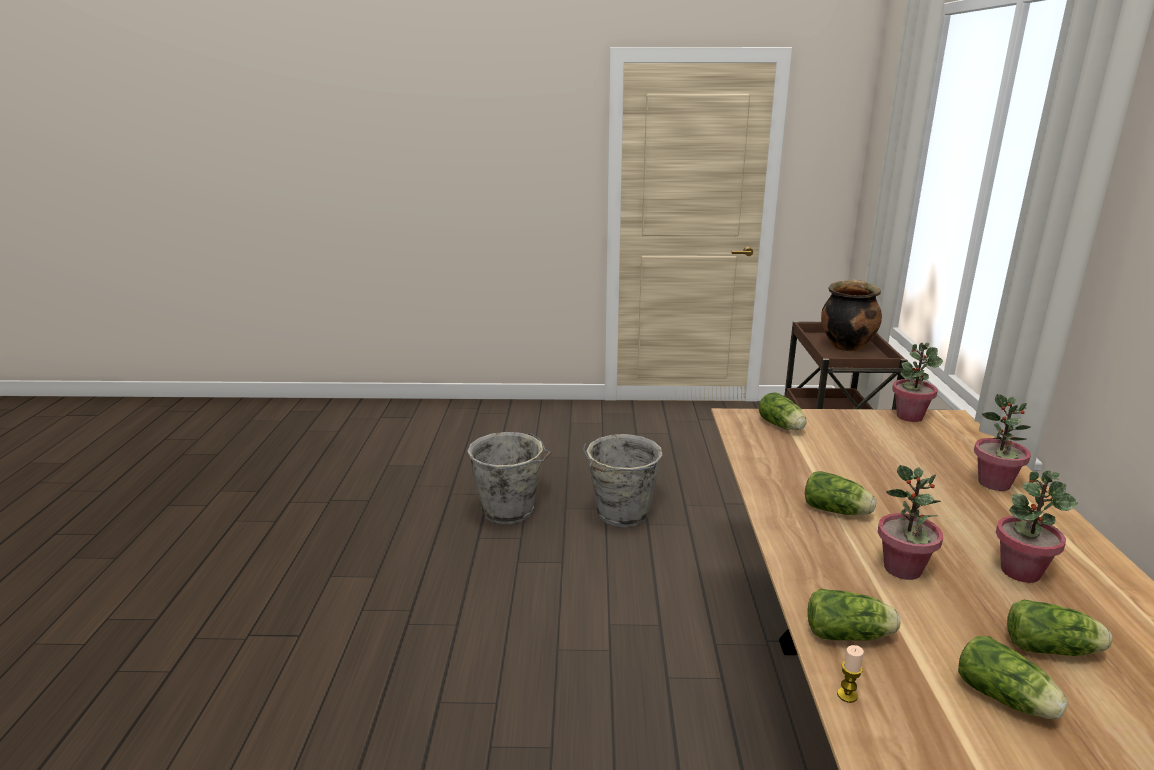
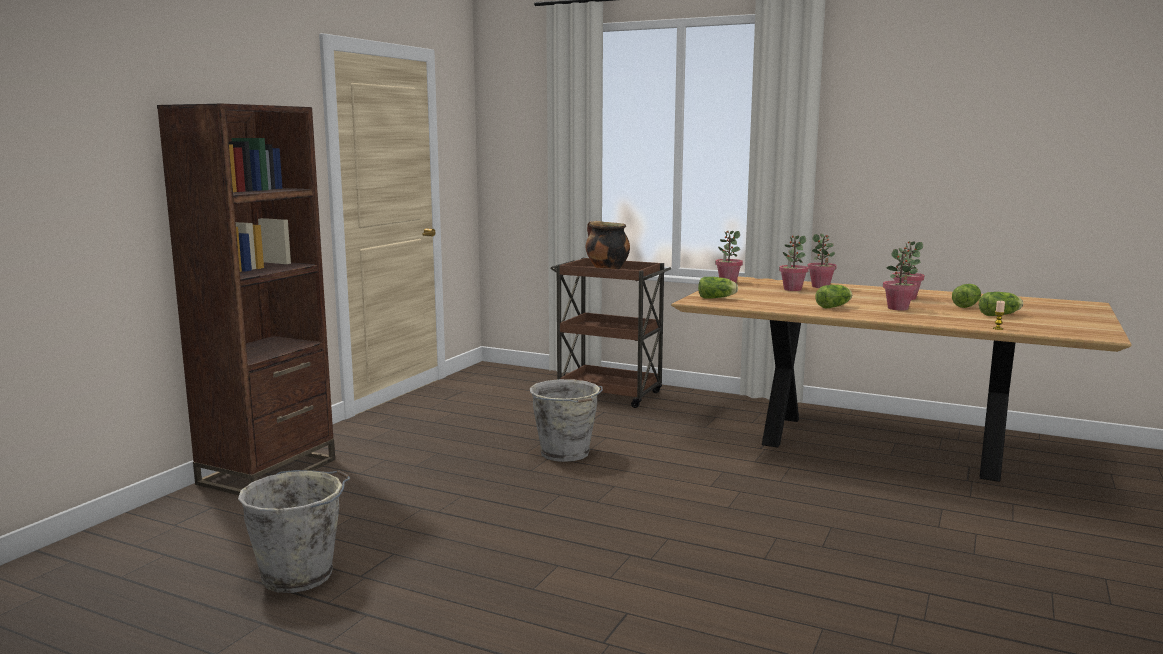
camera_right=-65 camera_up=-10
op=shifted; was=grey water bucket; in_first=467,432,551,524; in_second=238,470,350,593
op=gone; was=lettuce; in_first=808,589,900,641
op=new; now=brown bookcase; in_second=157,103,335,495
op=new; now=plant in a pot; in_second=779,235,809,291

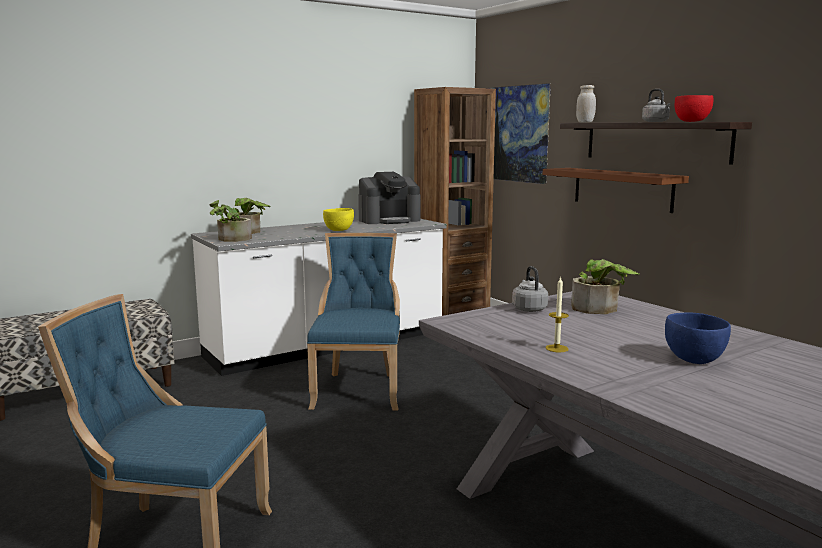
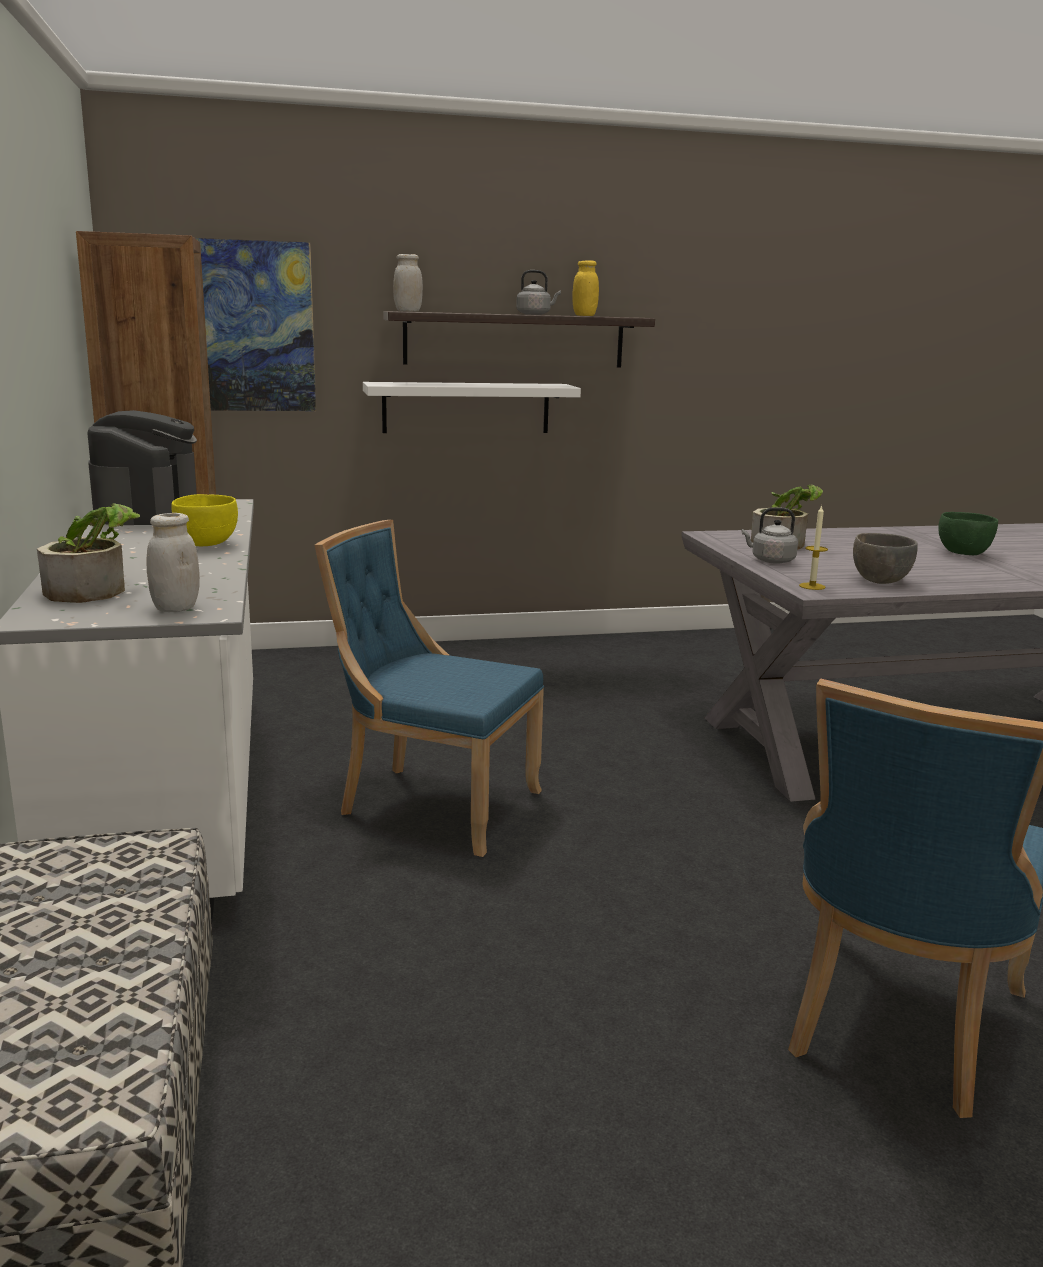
camera_right=-70 camera_up=5
op=swapped; was=plant in a pot; now=white preserve jar; in_first=209,200,252,242; in_second=146,513,200,612
op=repainted; was=brown wall shelf; now=white wall shelf; in_first=543,168,689,213; in_second=363,382,581,433
op=shifted; was=candle; in_first=545,276,569,352; in_second=799,505,828,590
op=repainted; was=blue-coloured bowl; now=green bowl; in_first=665,312,731,364; in_second=938,512,998,555
op=swapped; was=red bowl; now=yellow preserve jar; in_first=675,95,713,122; in_second=572,260,599,316
op=new; now=grey bowl; in_second=853,533,918,584

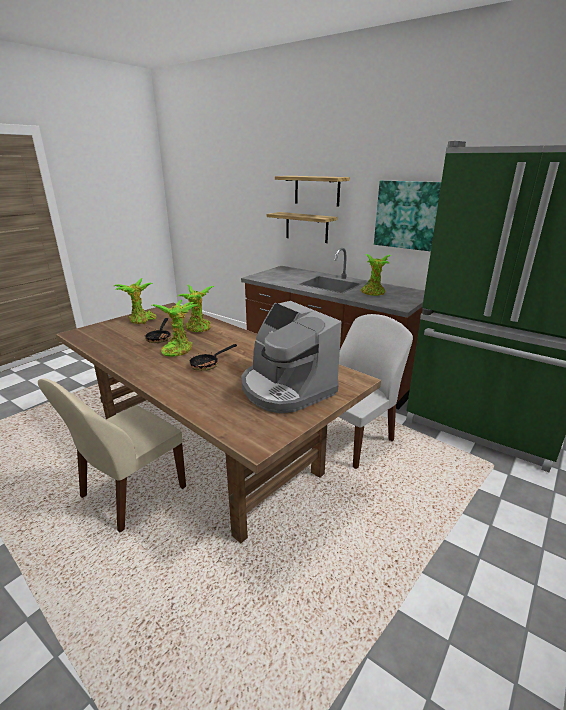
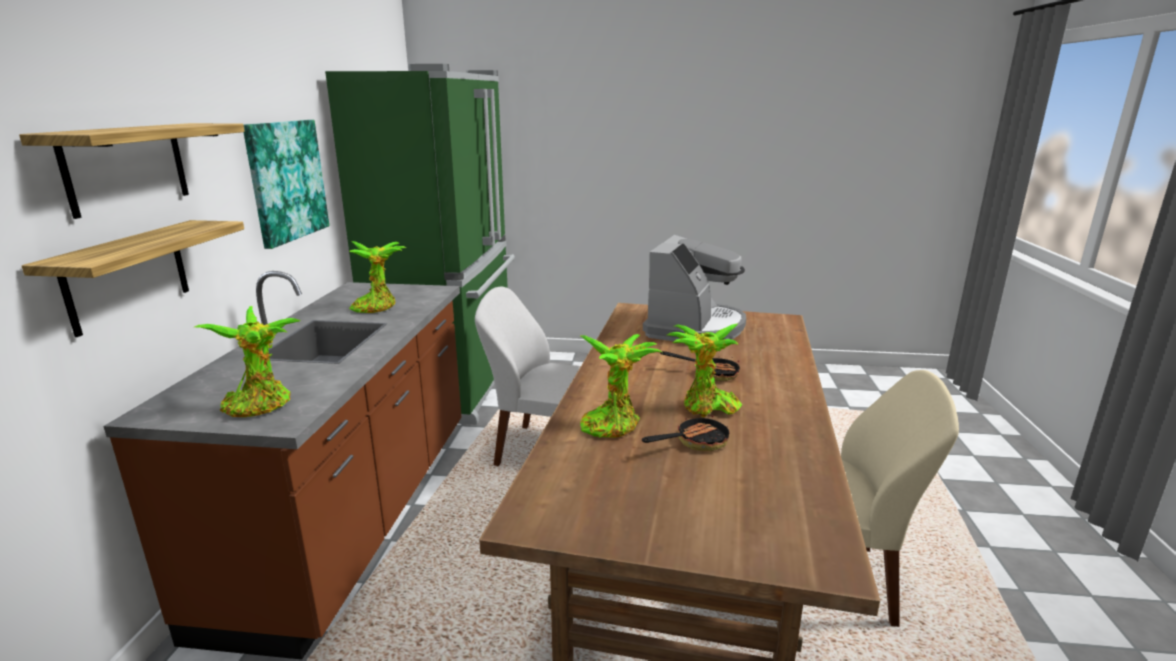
camera_right=-120 camera_up=-5
op=shifted; was=plant in a pot; in_first=114,278,157,324; in_second=195,306,301,417

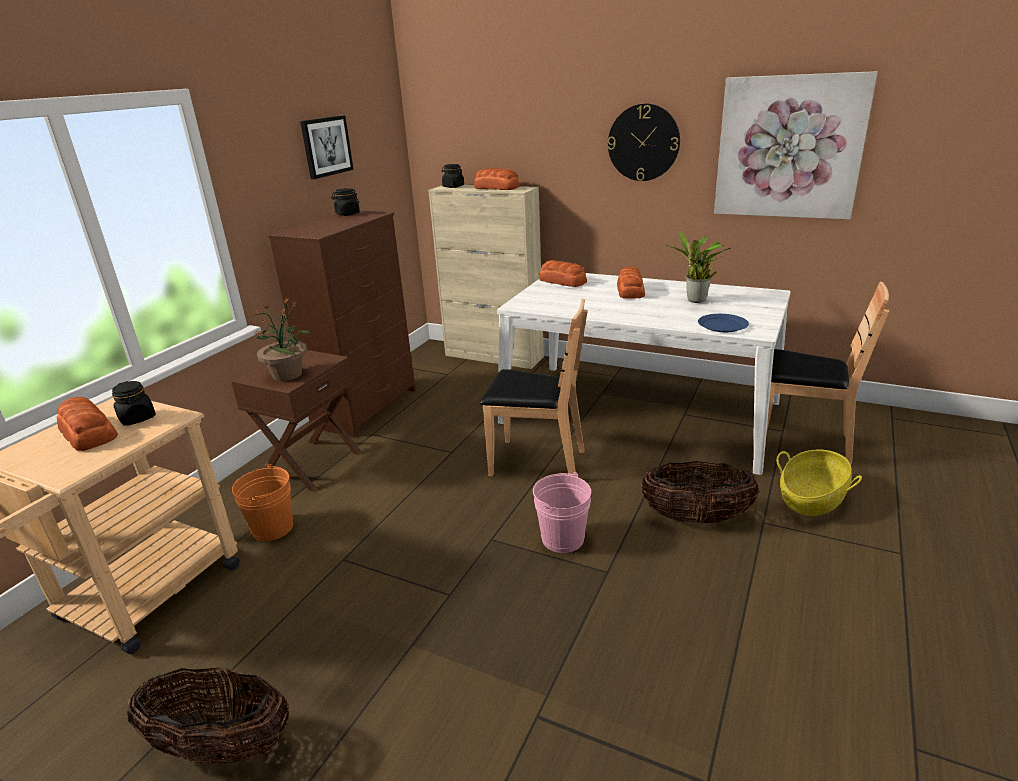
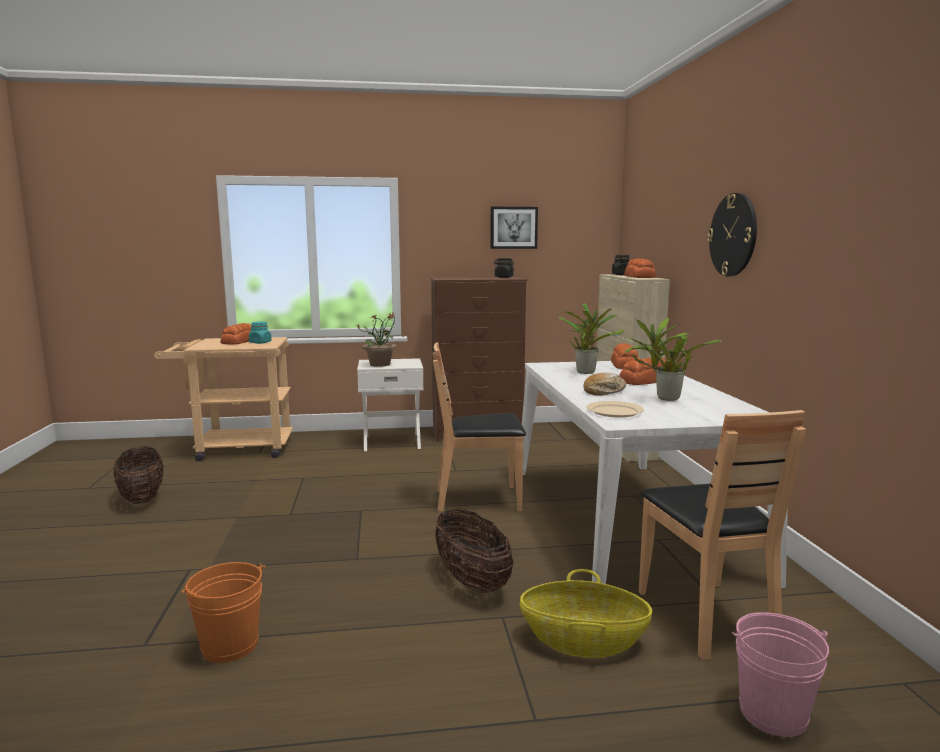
camera_right=55 camera_up=-15
op=repainted; was=blackish preserve jar; now=blue-green preserve jar; in_first=112,381,156,426; in_second=249,321,272,344
op=repainted; was=brown nightstand; now=white nightstand; in_first=231,350,362,492; in_second=357,358,424,451
op=shifted; was=orangey water bucket; in_first=232,464,293,541; in_second=182,562,266,663
op=rotated; was=brown chair; in_first=480,299,588,476; in_second=433,342,526,512; clockwise=105
op=shifted; was=pinkish water bucket; in_first=533,472,591,553; in_second=732,612,829,737
op=repainted; was=blue-coloured flat dish; now=sand-coloured flat dish; in_first=698,314,749,332; in_second=587,401,644,418
op=gone; was=wall picture; in_first=714,71,878,220
op=new; now=plant in a pot; in_second=559,303,625,374
op=new; now=bread; in_second=583,373,626,396

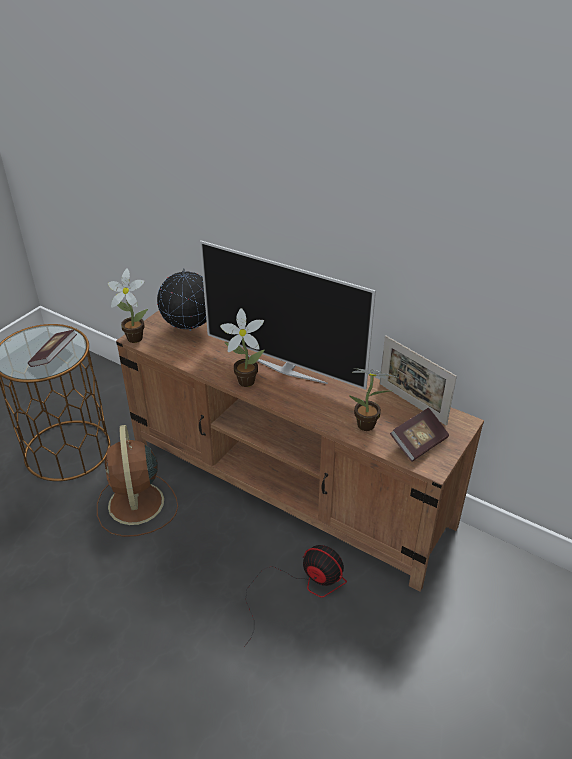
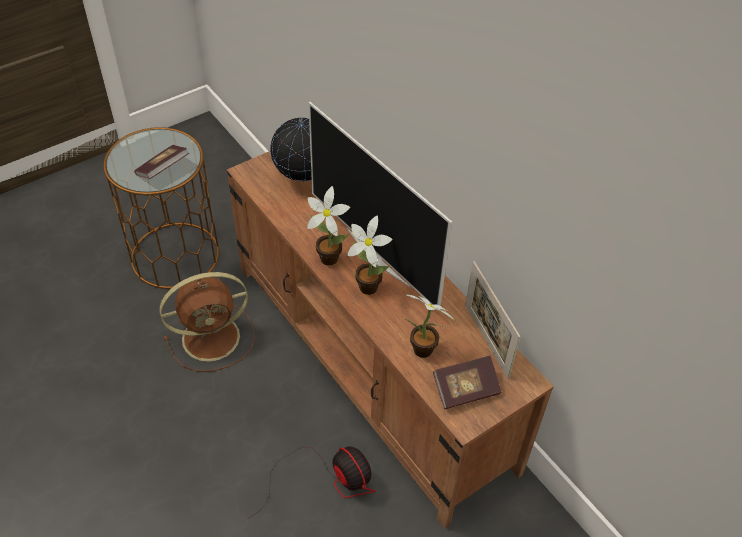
camera_right=20 camera_up=10
op=rotated; was=brown electric fan; in_first=97,425,178,537; in_second=160,272,255,371; clockwise=-120
op=shifted; was=plant in a pot; in_first=108,268,148,343; in_second=347,216,393,295

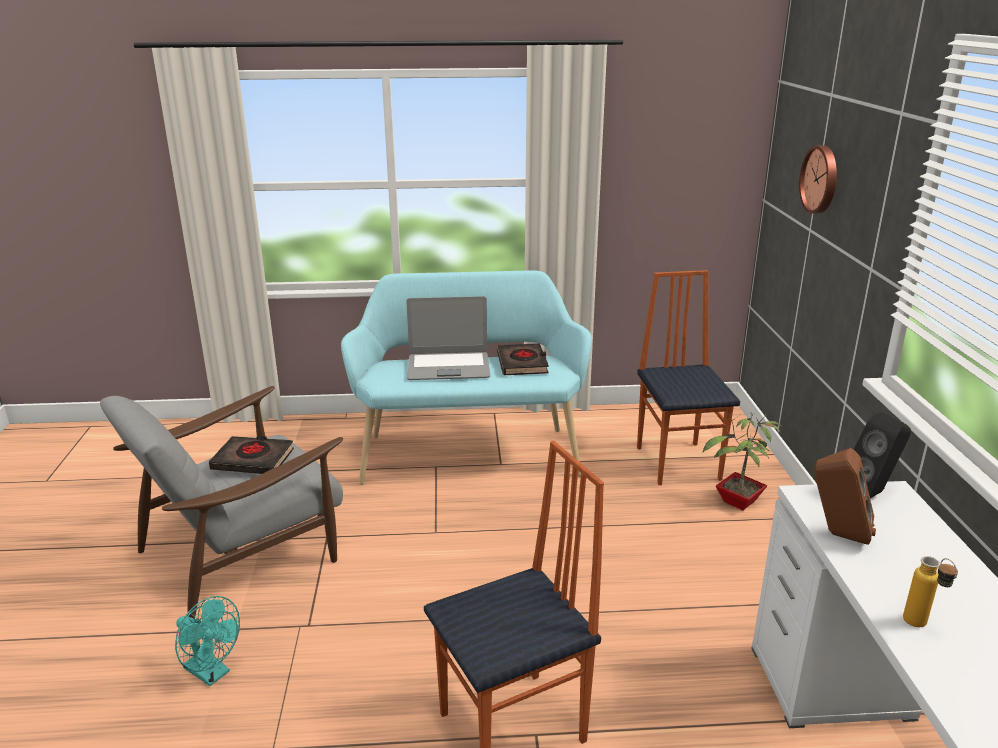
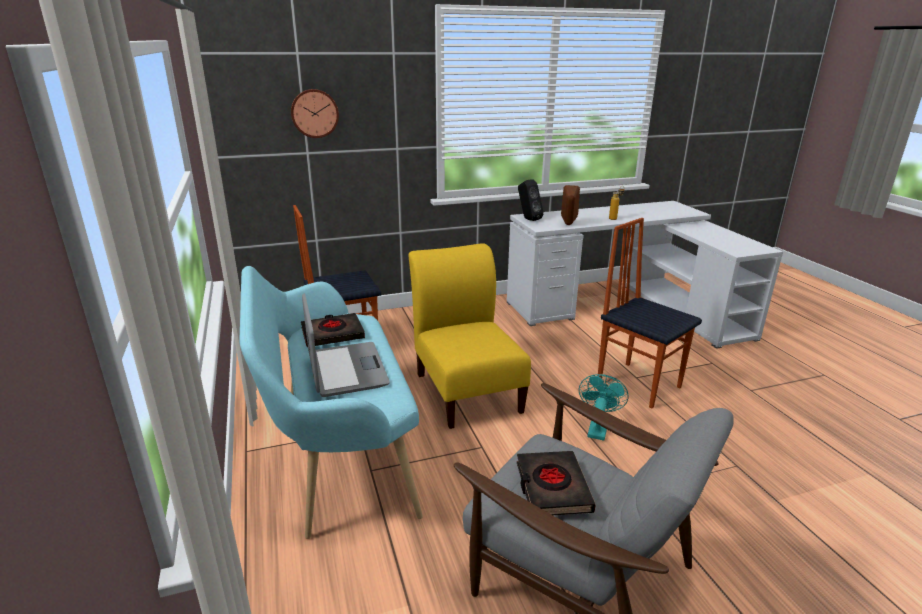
camera_right=-105 camera_up=0
op=shifted; was=blue-green electric fan; in_first=175,596,240,686; in_second=579,374,629,441
op=gone; was=plant in a pot; in_first=703,412,782,510
op=new; now=yellow chair; in_second=408,243,531,429

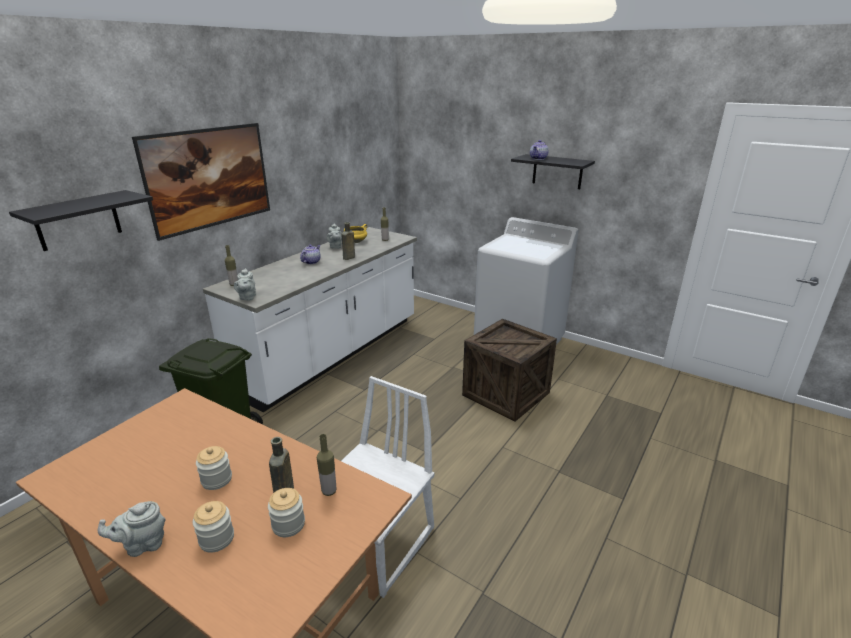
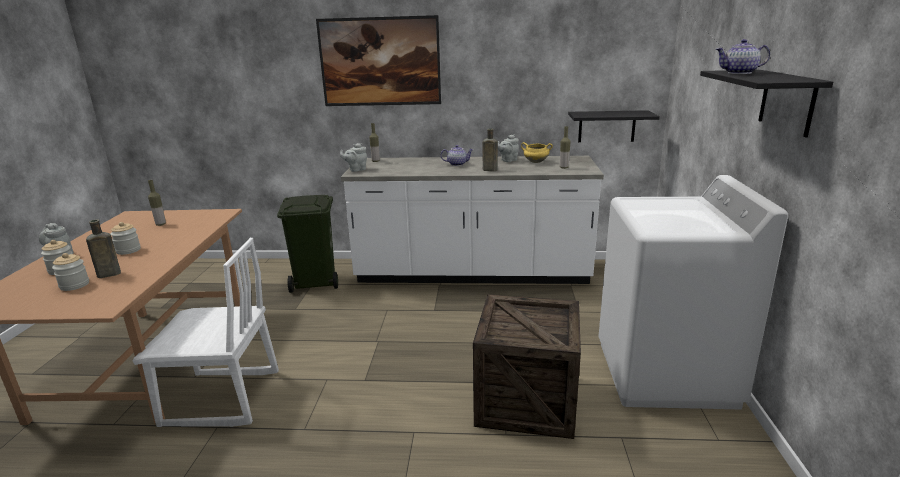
camera_right=60 camera_up=-5
op=shifted; was=blackish wall shelf; in_first=9,190,153,251; in_second=568,110,660,142
op=shifted; was=drink bottle; in_first=317,434,337,496; in_second=148,180,166,226

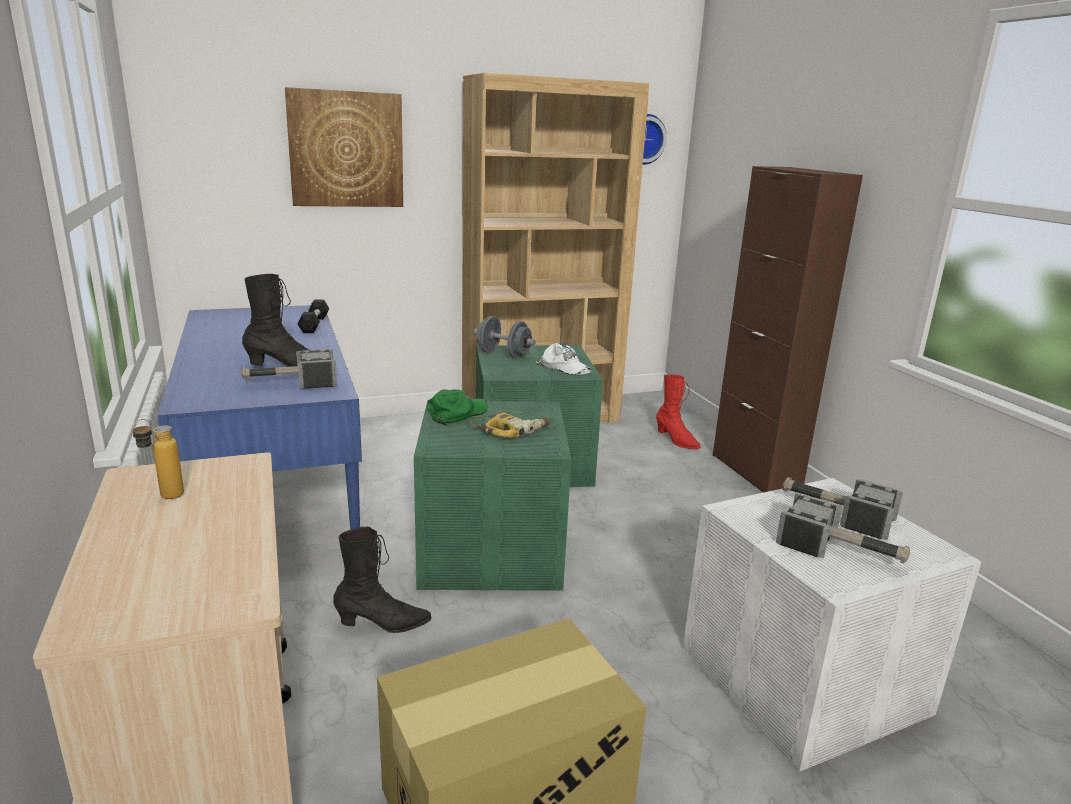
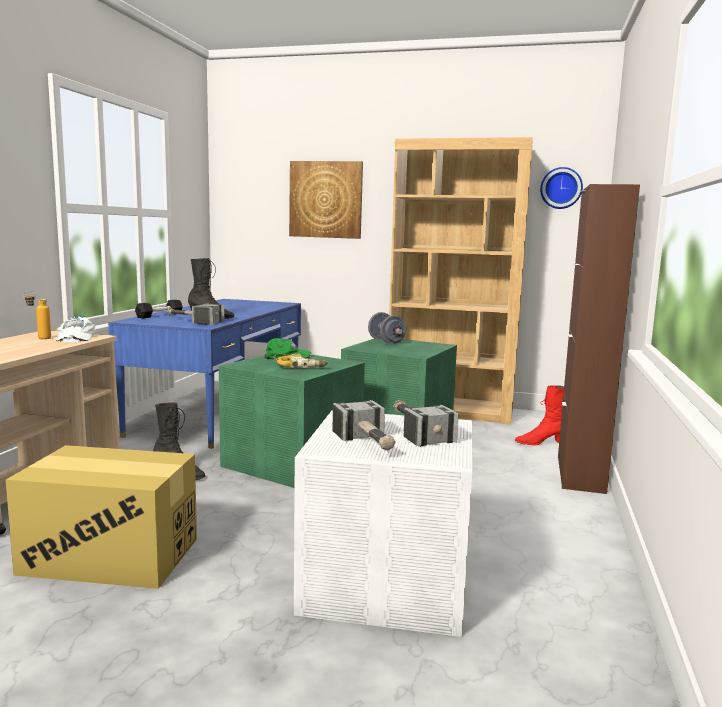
camera_right=35 camera_up=-10
op=shifted; was=blackish free weight; in_first=297,300,329,333; in_second=135,300,183,318
op=shifted; was=white cap; in_first=536,343,590,375; in_second=56,315,95,342
op=rotated; was=red high-top boot; in_first=656,374,700,449; in_second=514,385,564,445; clockwise=90

